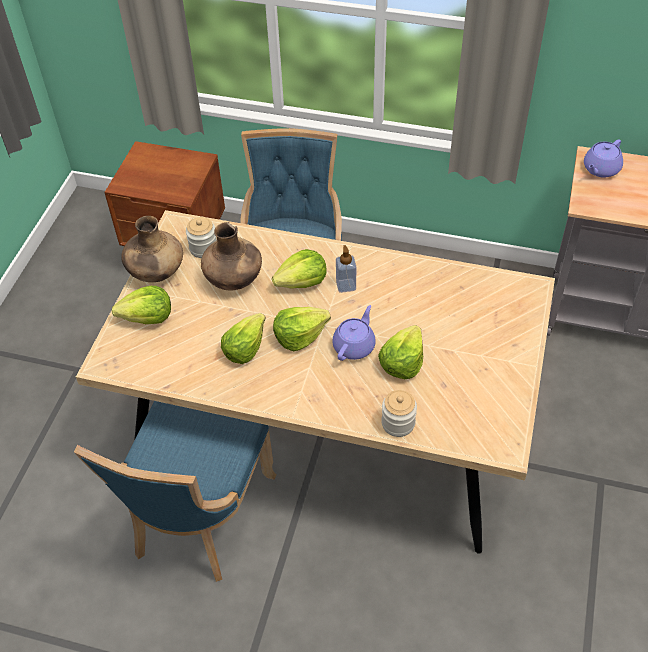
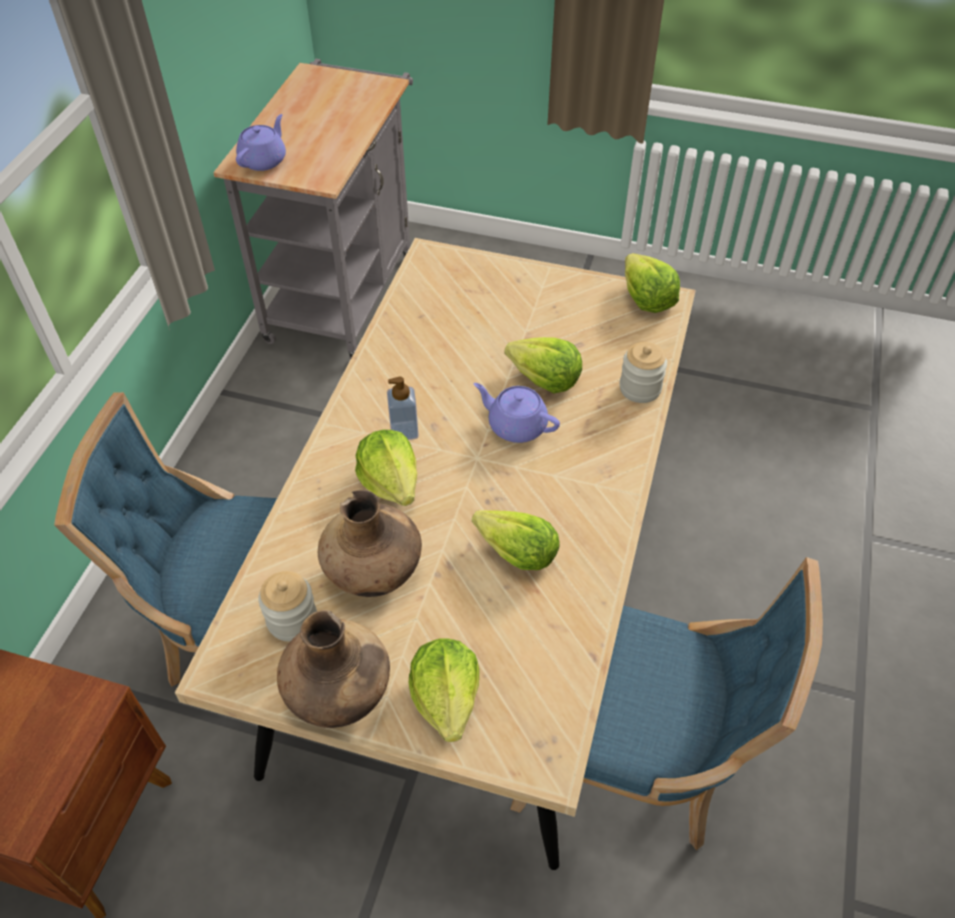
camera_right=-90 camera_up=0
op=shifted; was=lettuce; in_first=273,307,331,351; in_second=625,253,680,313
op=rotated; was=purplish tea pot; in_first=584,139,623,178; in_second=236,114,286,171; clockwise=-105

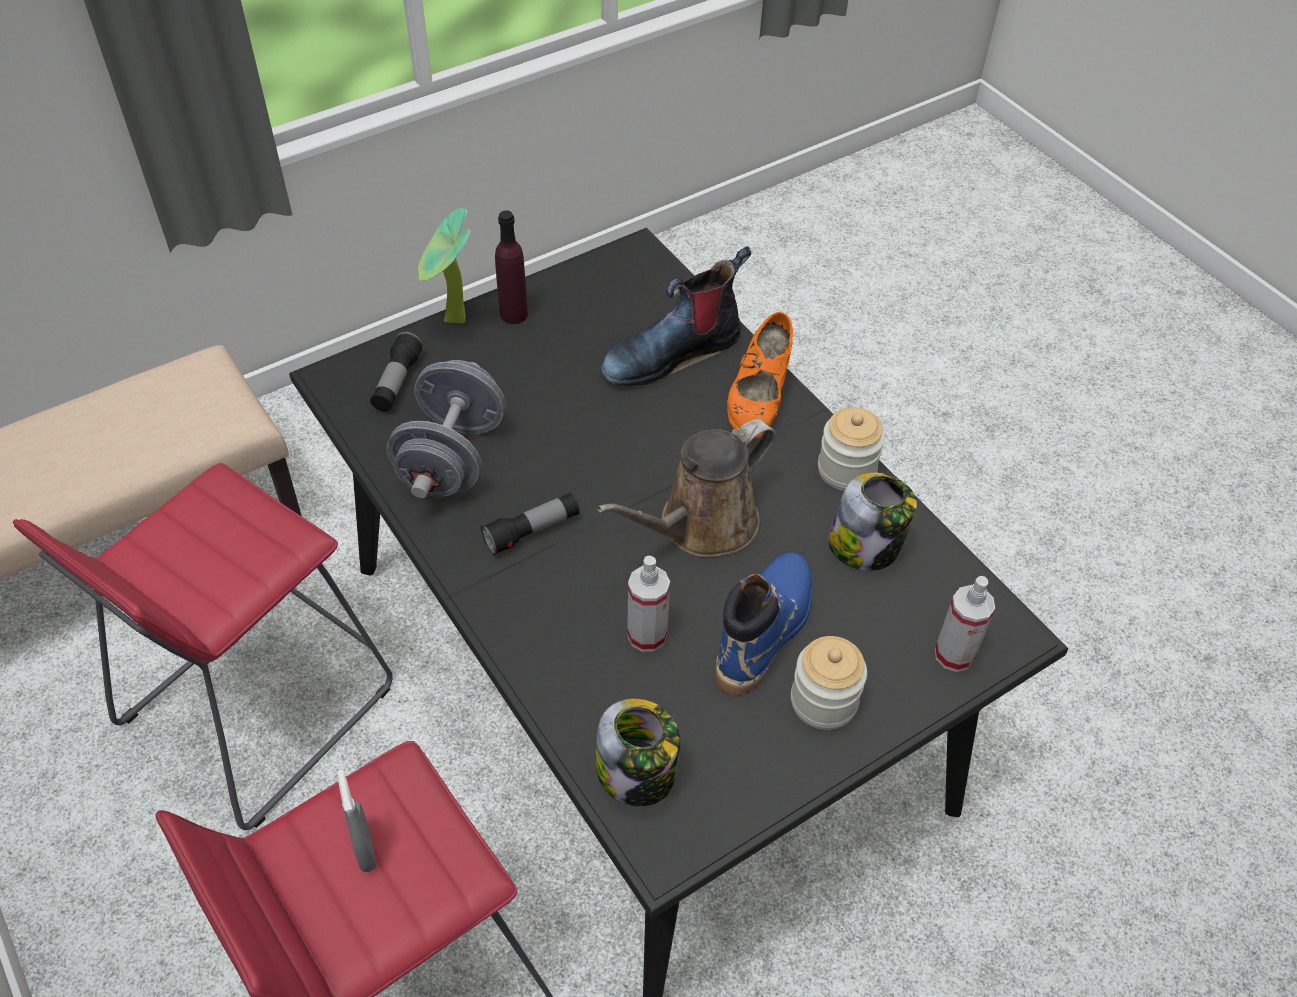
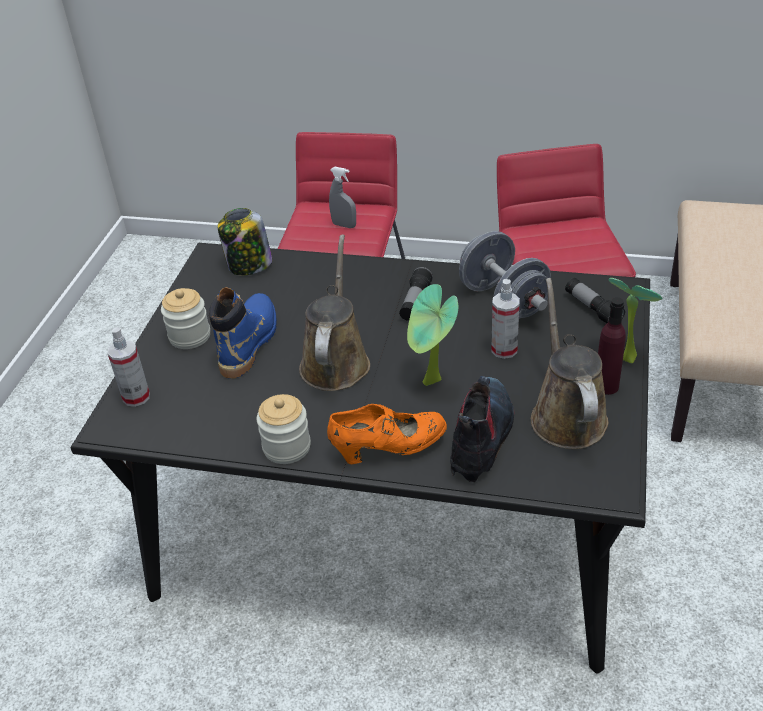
camera_right=140 camera_up=-10
op=shifted; was=sprayer; in_first=627,556,670,652; in_second=491,279,520,359
op=rotated; was=blue-coloured high-top boot; in_first=715,552,813,695; in_second=209,287,277,379; clockwise=-150
op=rotated; was=orangey item of footwear; in_first=727,312,793,438; in_second=327,404,447,465; clockwise=105
op=gone; was=preserve jar; in_first=828,473,917,571
op=new; now=plant in a pot; in_second=407,284,458,386
op=new; now=brown watering pot; in_second=531,278,608,449

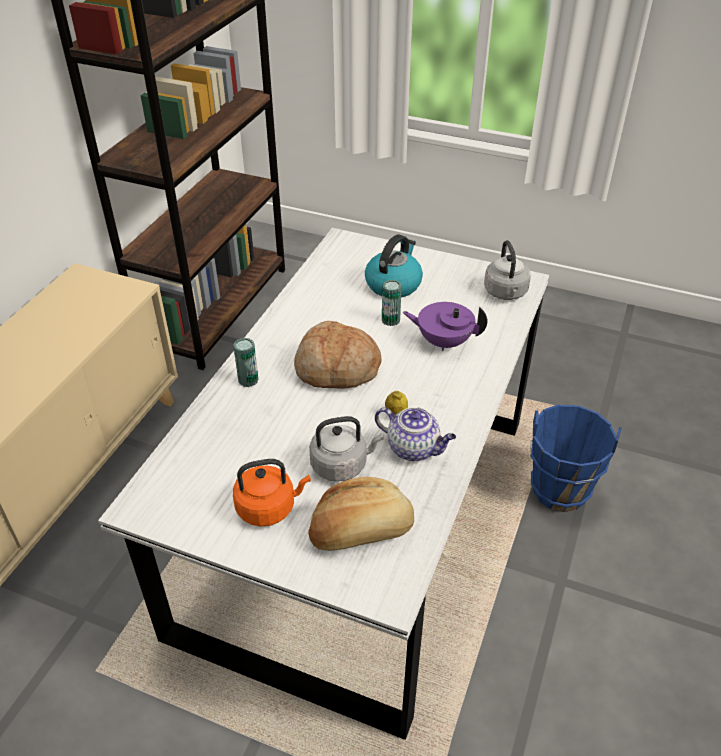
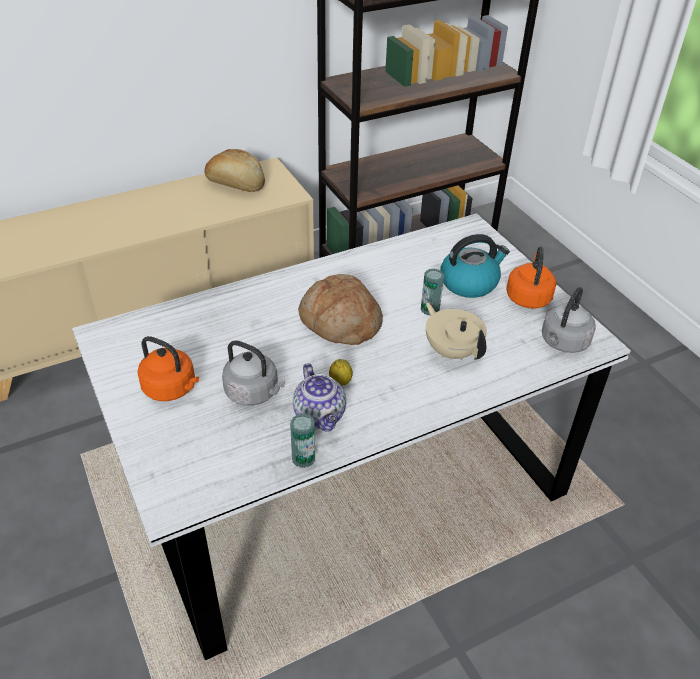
camera_right=40 camera_up=0
op=shifted; was=sealed can; in_first=233,338,258,387; in_second=290,414,315,468
op=shifted; was=bread; in_first=308,477,414,551; in_second=205,149,265,192
op=repainted; was=purplish tea pot; now=sand-coloured tea pot; in_first=403,302,487,351; in_second=426,303,487,360
op=gone; was=blue-coloured water bucket; in_first=530,404,622,512
op=new; now=orangey tea kettle; in_second=506,247,556,308

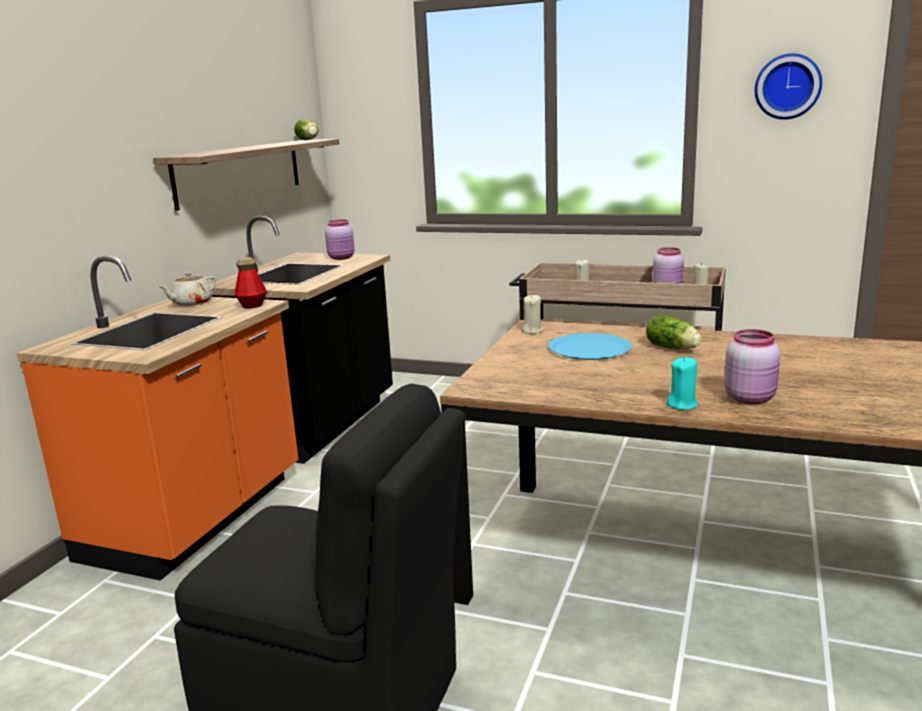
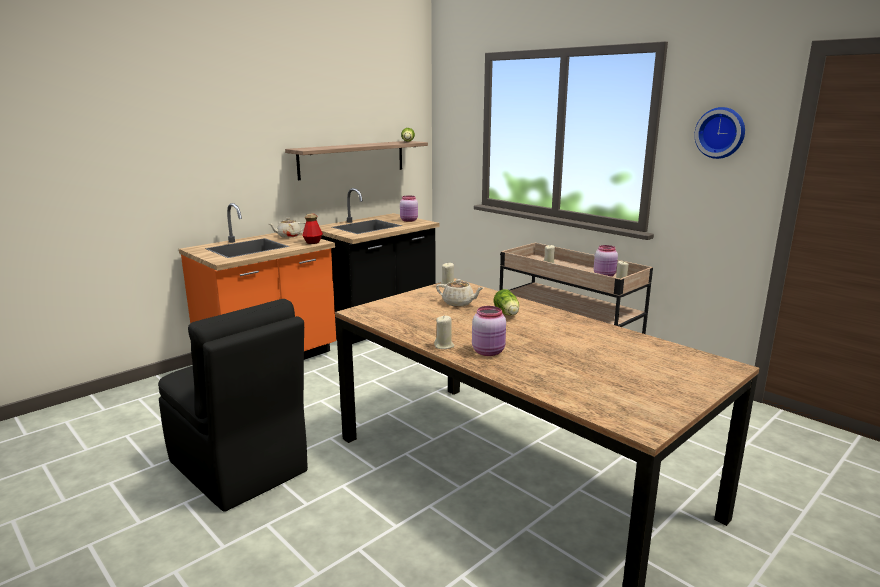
camera_right=25 camera_up=0
op=swapped; was=blue-coloured flat dish; now=sand-coloured tea pot; in_first=548,333,632,360; in_second=436,279,483,307
op=repainted; was=blue-green candle; now=sand-coloured candle; in_first=666,357,697,410; in_second=434,315,454,349

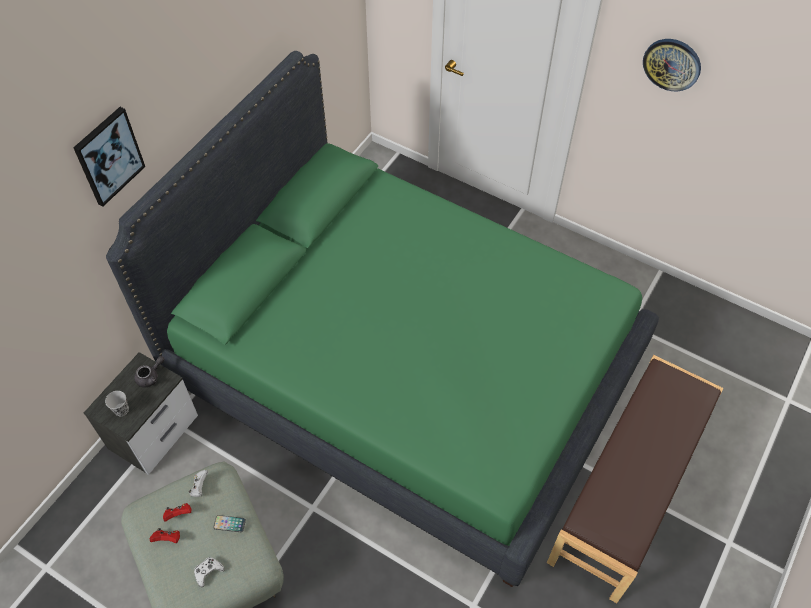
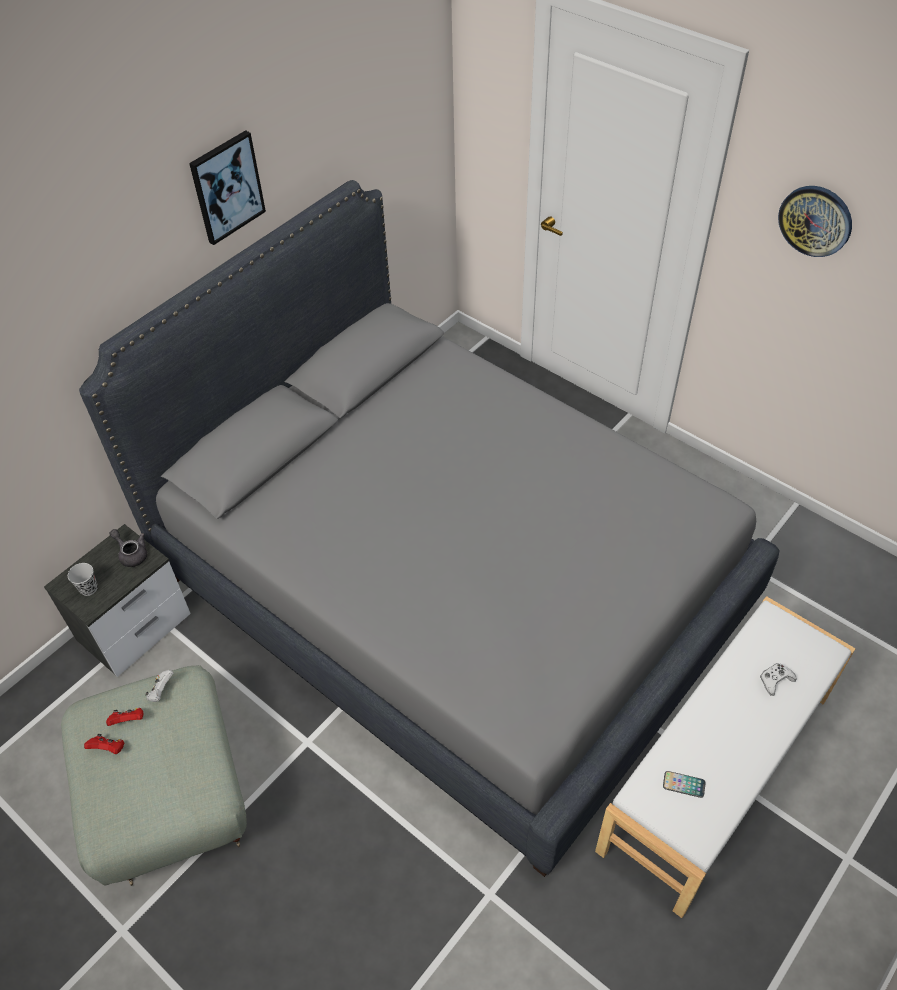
camera_right=10 camera_up=-5
op=shifted; was=wall picture; in_first=73,107,145,207; in_second=189,130,266,245
op=repainted; was=green sleeping bed; now=grey sleeping bed; in_first=106,51,659,587; in_second=79,180,780,877
op=rotated; was=grey tea pot; in_first=134,356,164,388; in_second=110,529,147,567; clockwise=-105
op=shifted; was=white joypad; in_first=194,557,225,587; in_second=760,663,796,696
op=shifted; was=phone; in_first=213,515,246,532; in_second=663,771,706,798
op=repainted; was=brown long seat; now=white long seat; in_first=547,355,723,603; in_second=595,596,855,918

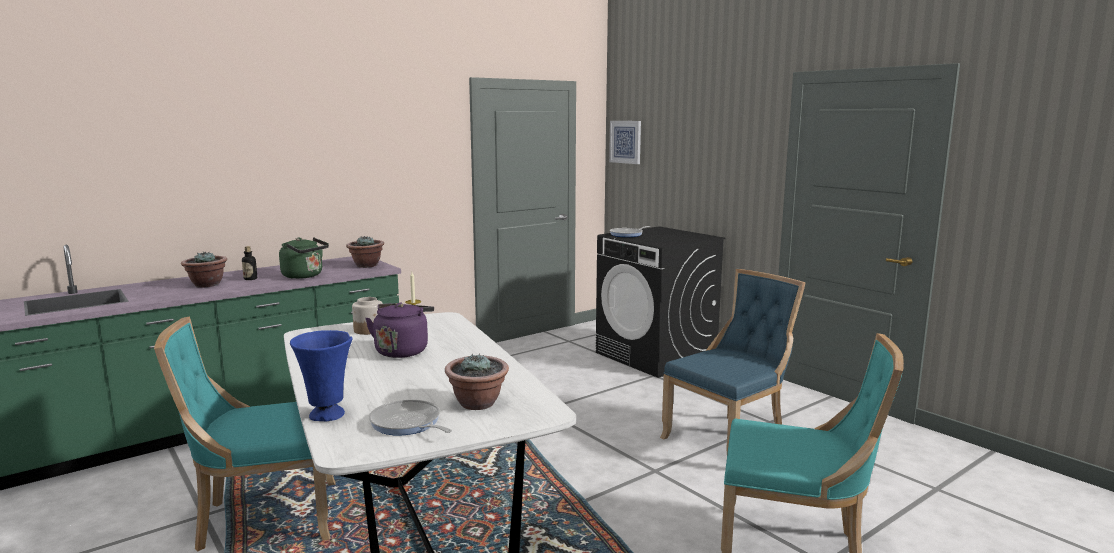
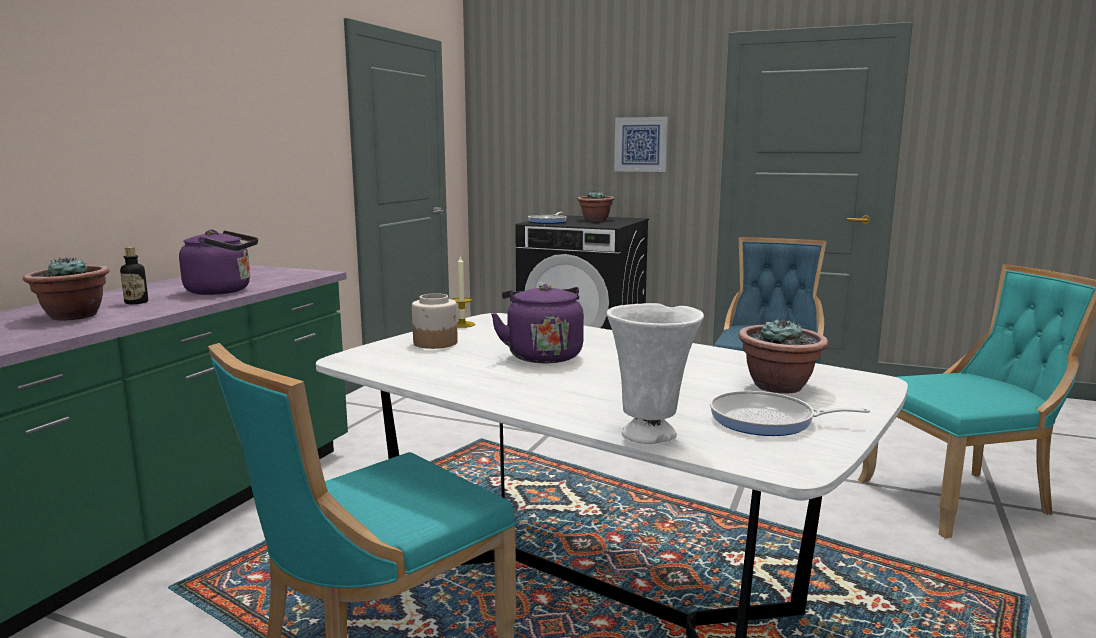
camera_right=-30 camera_up=0
op=repainted; was=green tea kettle; now=purplish tea kettle; in_first=279,237,329,279; in_second=179,230,258,295
op=repainted; was=blue-coloured decorative vase; now=white decorative vase; in_first=290,330,353,422; in_second=607,303,704,444
op=shifted; was=plant in a pot; in_first=346,236,384,268; in_second=577,190,615,222
op=shifted; was=wall picture; in_first=609,121,641,164; in_second=614,117,668,172

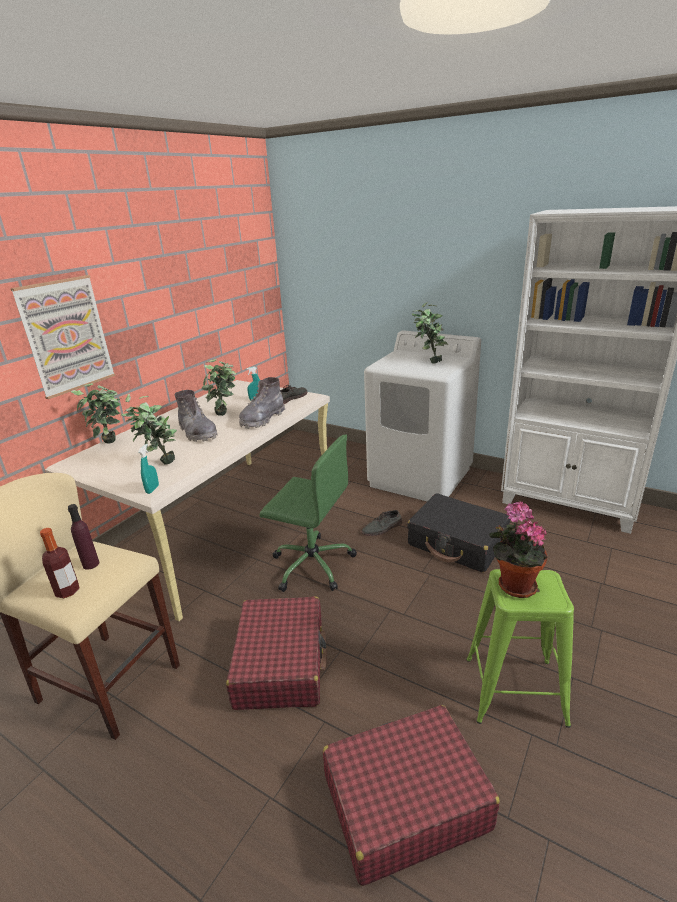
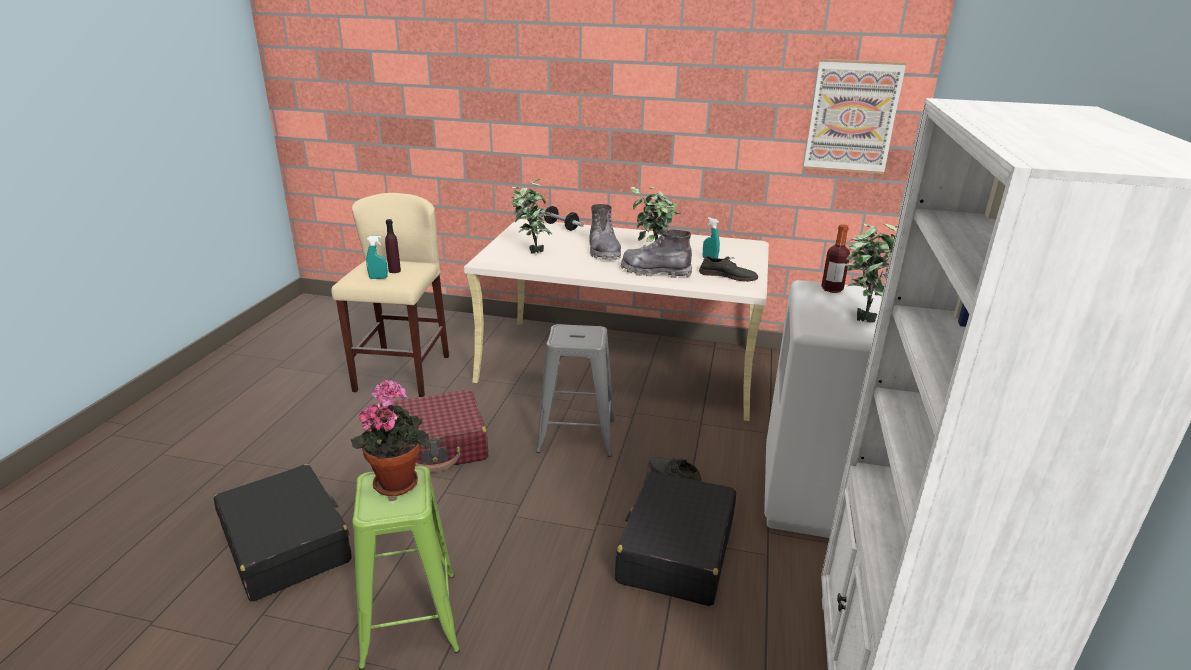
camera_right=70 camera_up=0
op=shifted; was=wall picture; in_first=10,275,115,399; in_second=804,59,906,174
op=shifted; was=drink bottle; in_first=40,528,79,598; in_second=821,224,850,293
op=swapped; was=plant in a pot; now=free weight; in_first=70,383,120,444; in_second=543,206,584,231
op=shifted; was=blue-green sprayer; in_first=138,444,159,494; in_second=366,236,388,279
op=rotated; was=grey high-top boot; in_first=175,390,218,442; in_second=589,204,621,260; clockwise=-45
op=swapped; was=green computer chair; now=grey stool seat; in_first=260,435,357,592; in_second=536,324,614,457
op=repainted; was=red suitcase; now=blackish suitcase; in_first=323,705,500,886; in_second=214,464,352,602

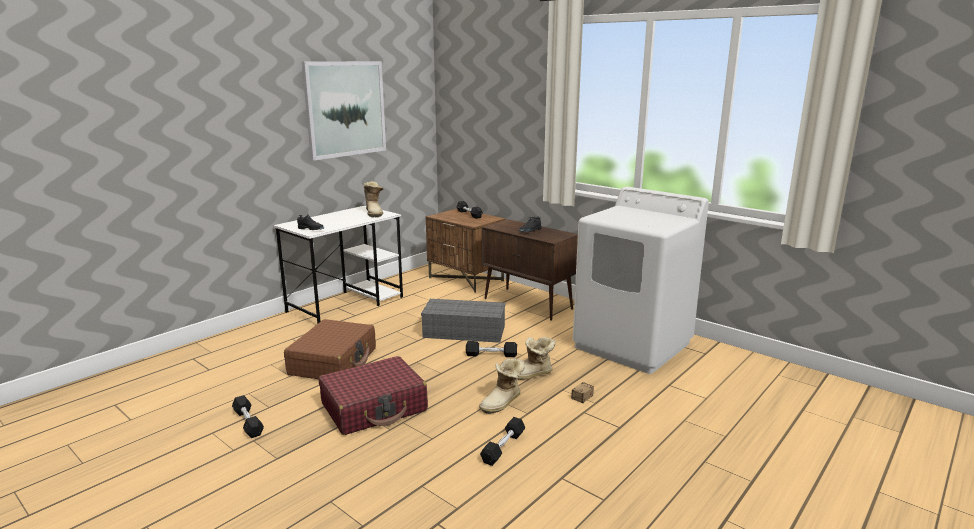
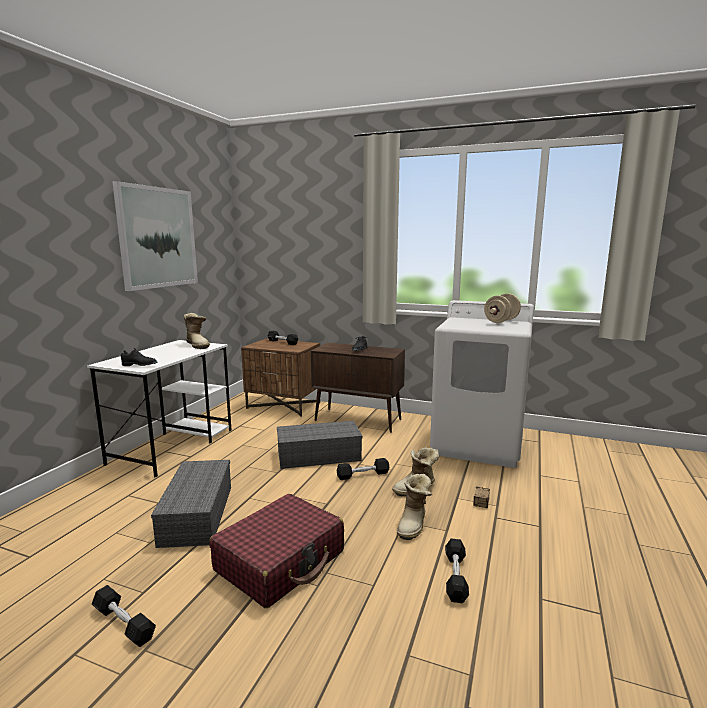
camera_right=-20 camera_up=-5
op=swapped; was=brown suitcase; now=grey storage box; in_first=284,319,376,379; in_second=151,460,231,548
op=new; now=sand-coloured free weight; in_second=484,293,521,323

